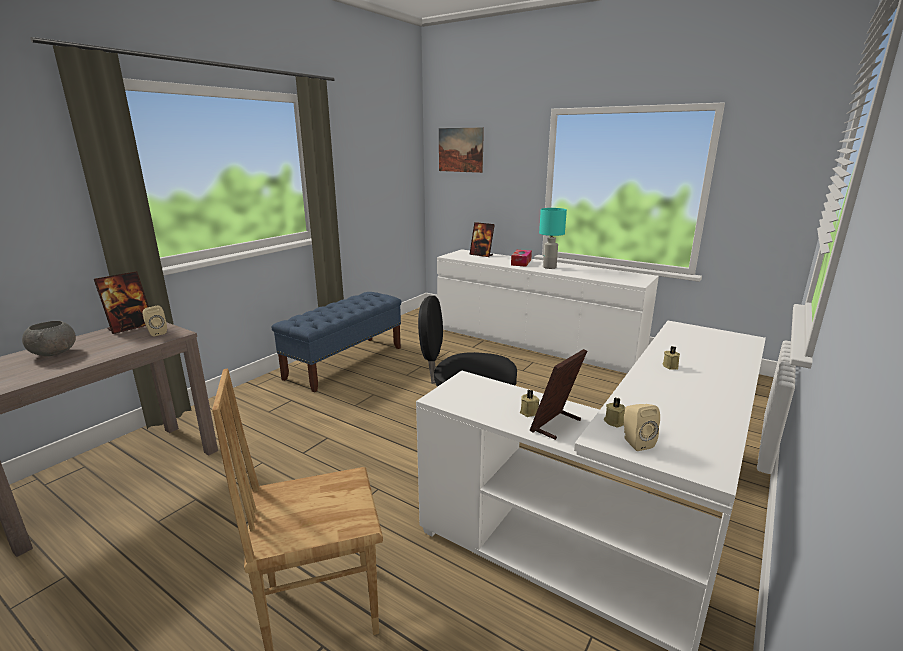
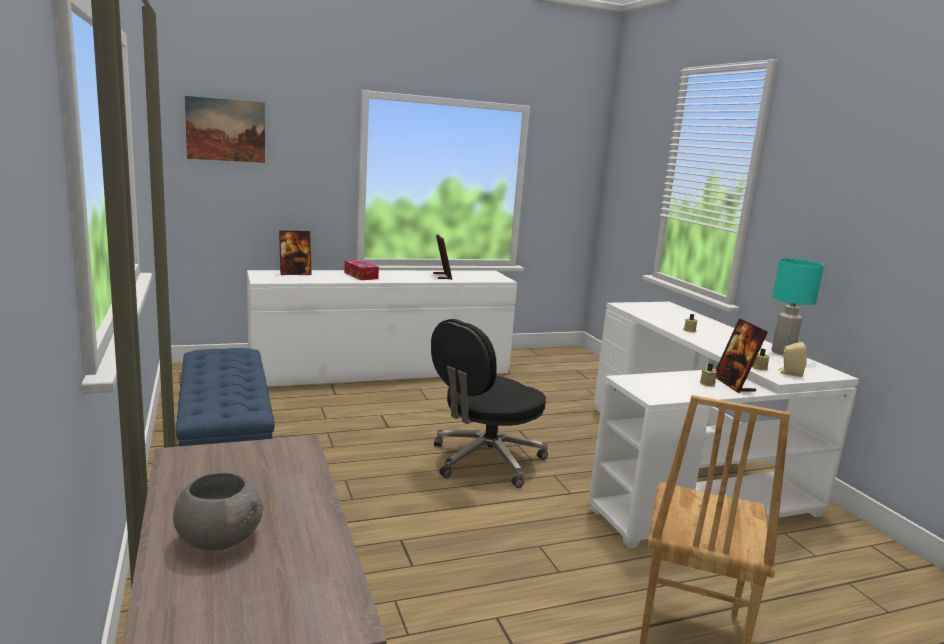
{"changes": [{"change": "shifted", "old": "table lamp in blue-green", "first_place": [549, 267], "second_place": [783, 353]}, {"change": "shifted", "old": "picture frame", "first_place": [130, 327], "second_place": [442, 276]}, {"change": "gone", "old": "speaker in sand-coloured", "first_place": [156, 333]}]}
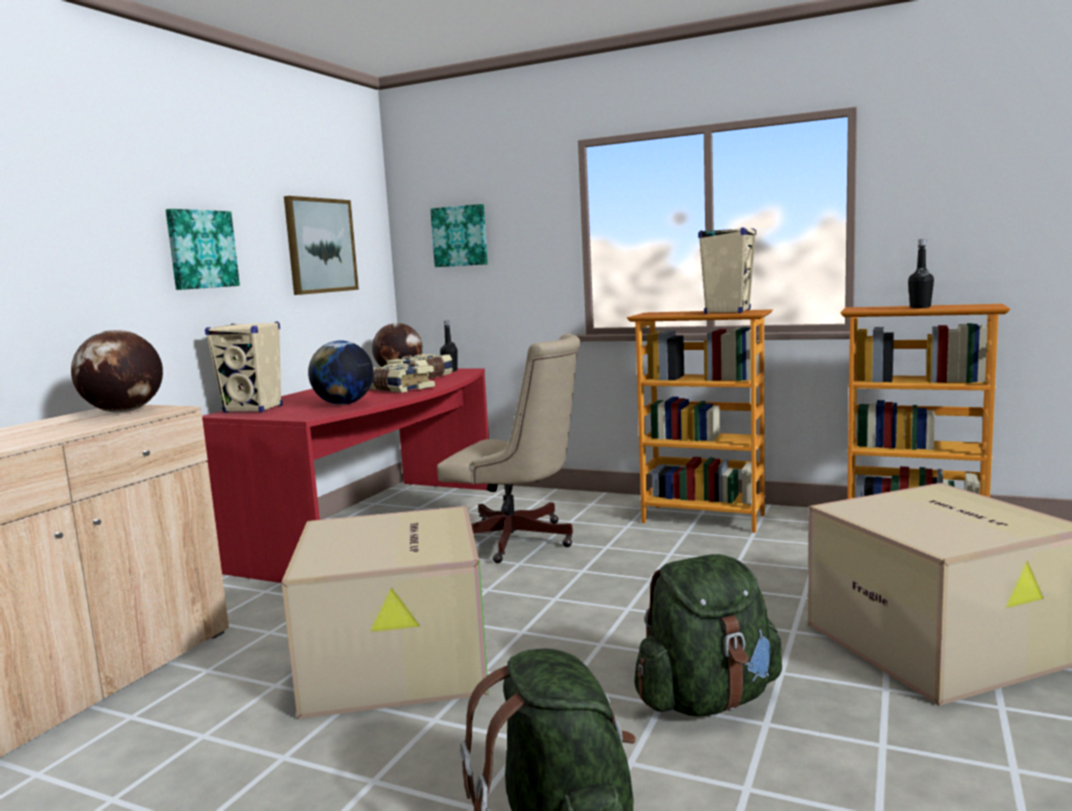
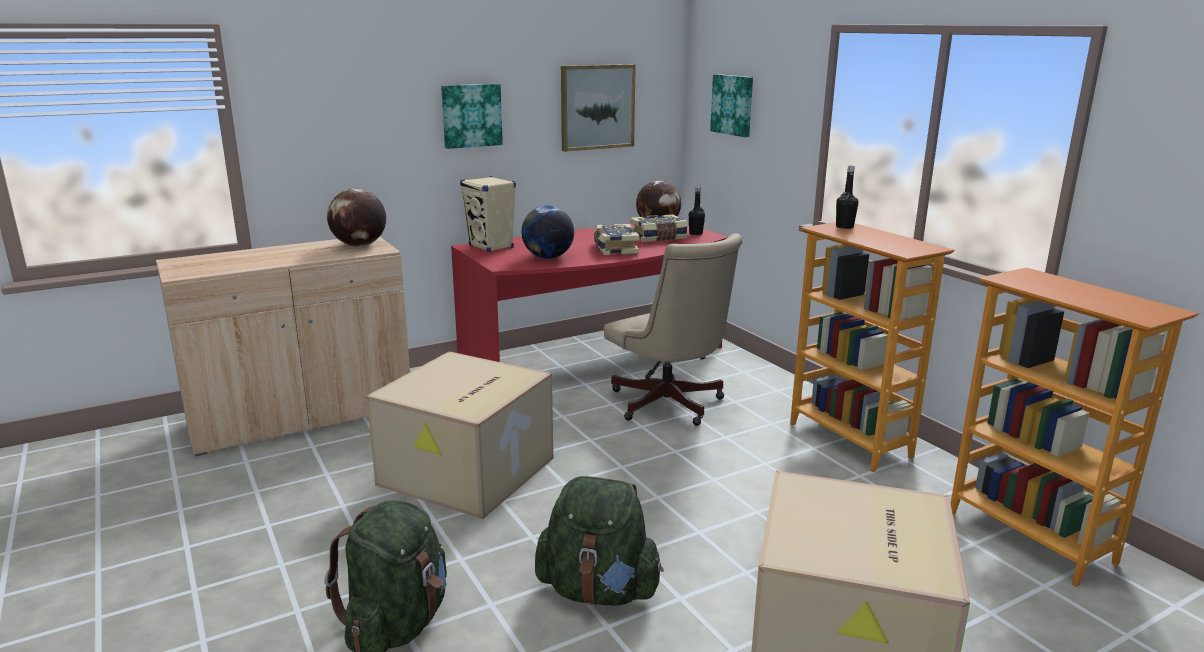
{"changes": [{"change": "gone", "old": "speaker in sand-coloured", "first_place": [727, 312]}, {"change": "shifted", "old": "beverage bottle in black", "first_place": [920, 307], "second_place": [844, 227]}]}
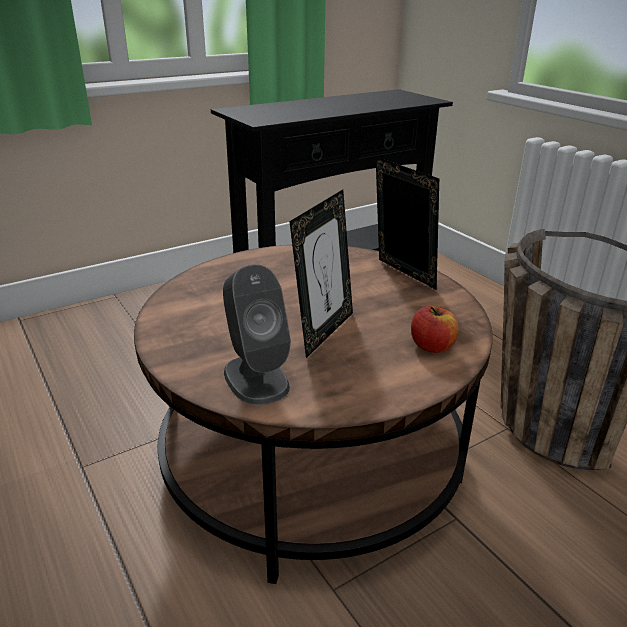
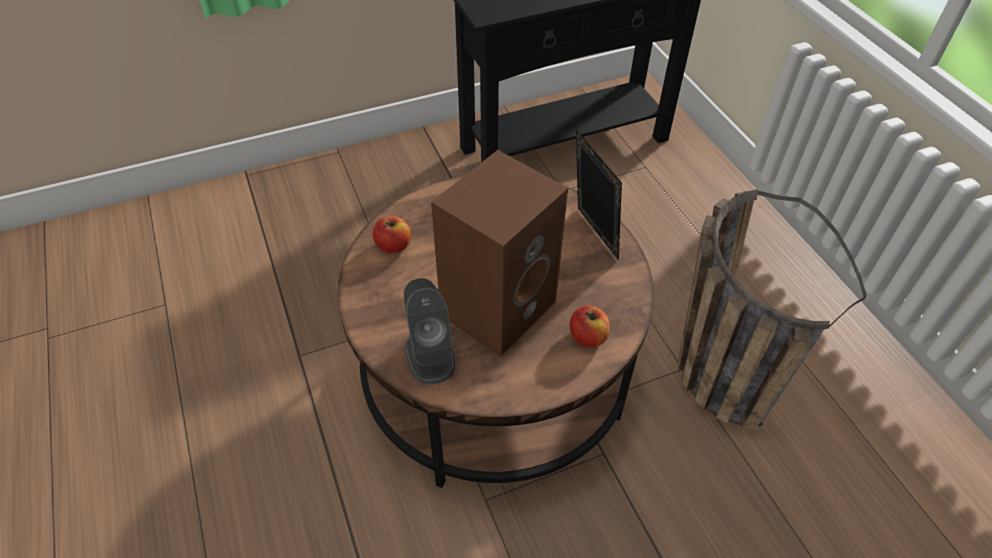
{"changes": [{"change": "swapped", "old": "picture frame", "new": "speaker in brown", "first_place": [323, 331], "second_place": [498, 305]}, {"change": "new", "new": "apple fruit", "second_place": [393, 245]}]}
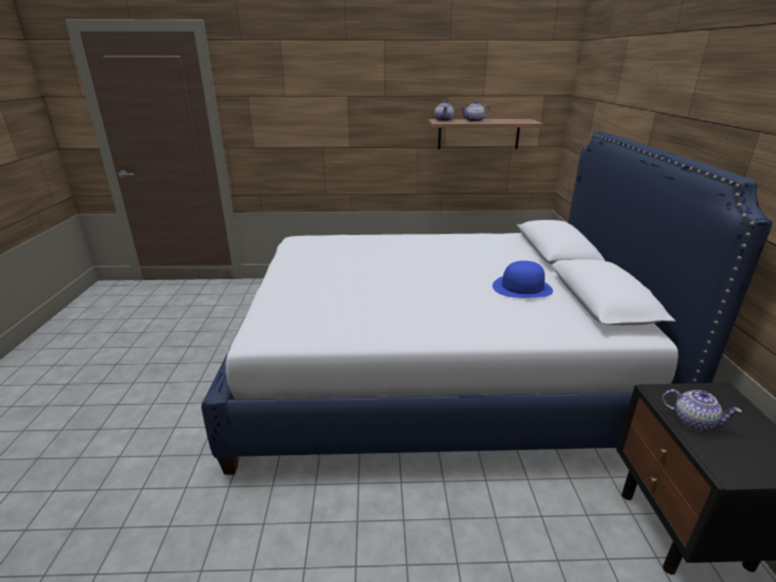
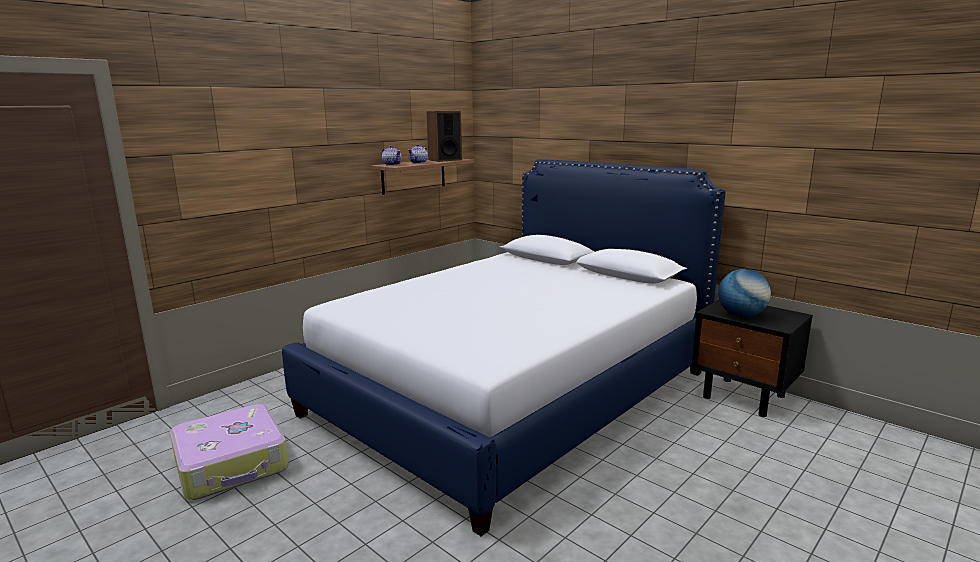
{"changes": [{"change": "gone", "old": "hat in blue", "first_place": [522, 287]}, {"change": "swapped", "old": "pot for tea", "new": "desk globe", "first_place": [693, 421], "second_place": [741, 316]}, {"change": "new", "new": "speaker", "second_place": [445, 160]}, {"change": "new", "new": "suitcase", "second_place": [232, 464]}]}
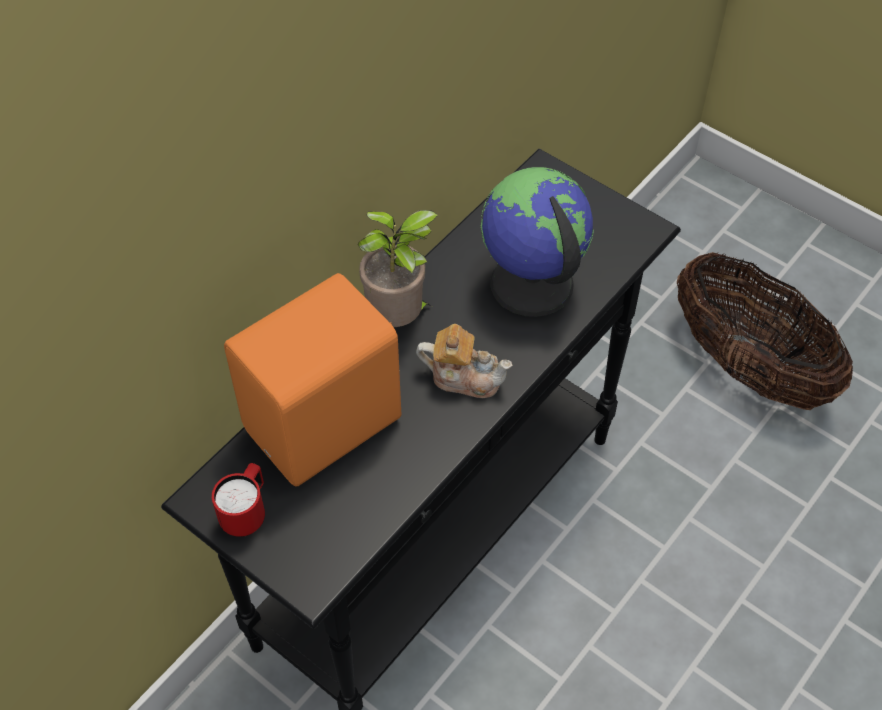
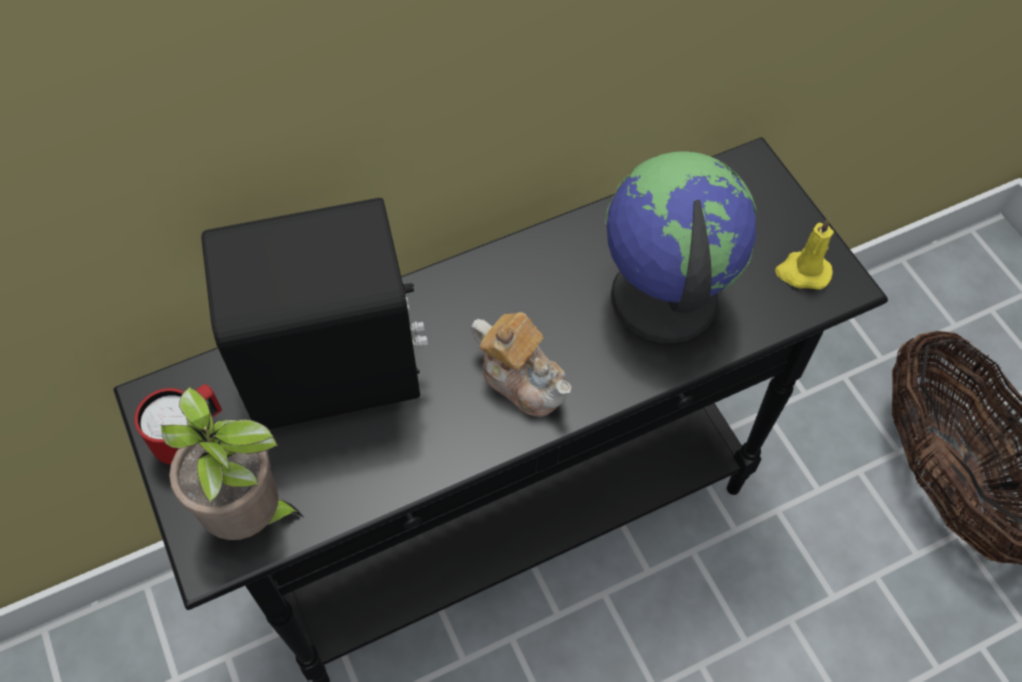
{"changes": [{"change": "shifted", "old": "potted plant", "first_place": [399, 319], "second_place": [252, 516]}, {"change": "repainted", "old": "speaker in orange", "new": "speaker in black", "first_place": [327, 426], "second_place": [336, 373]}, {"change": "new", "new": "wax candle in yellow-coloured", "second_place": [802, 272]}]}
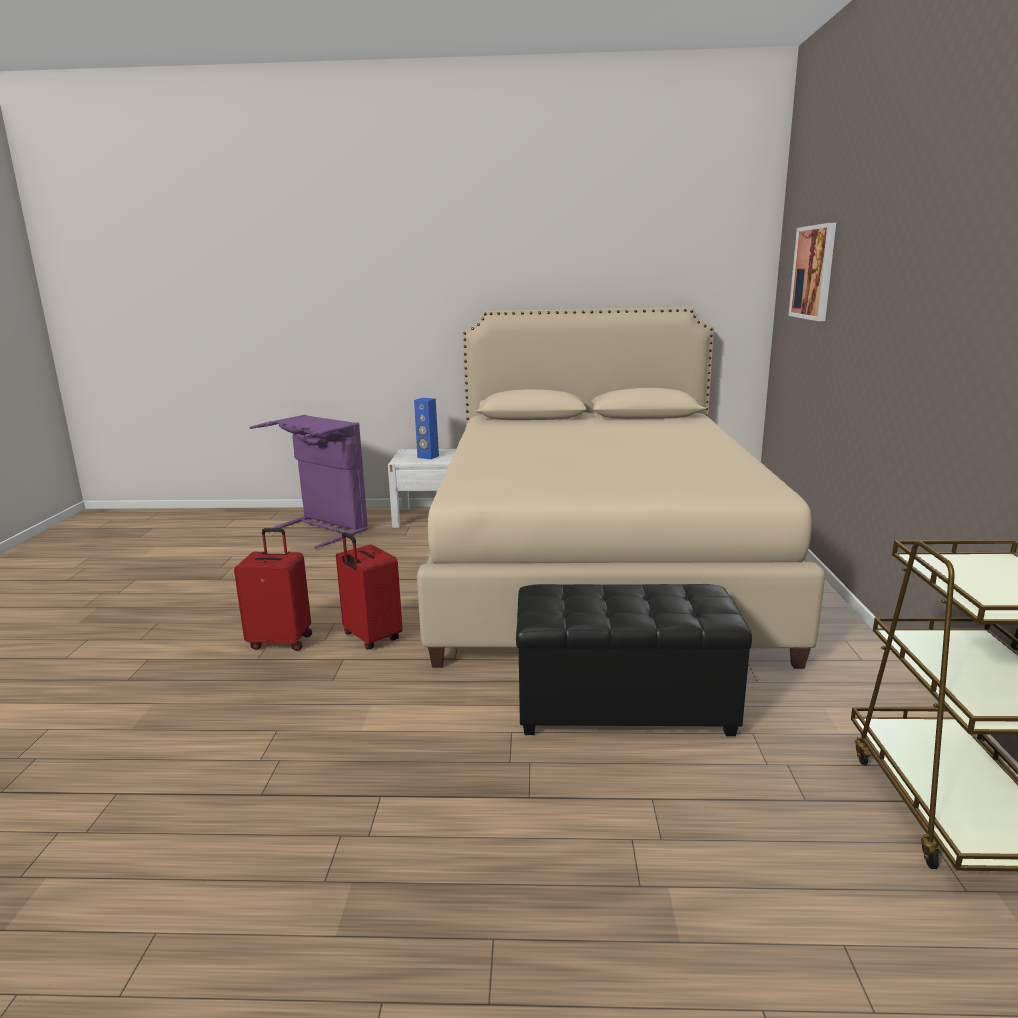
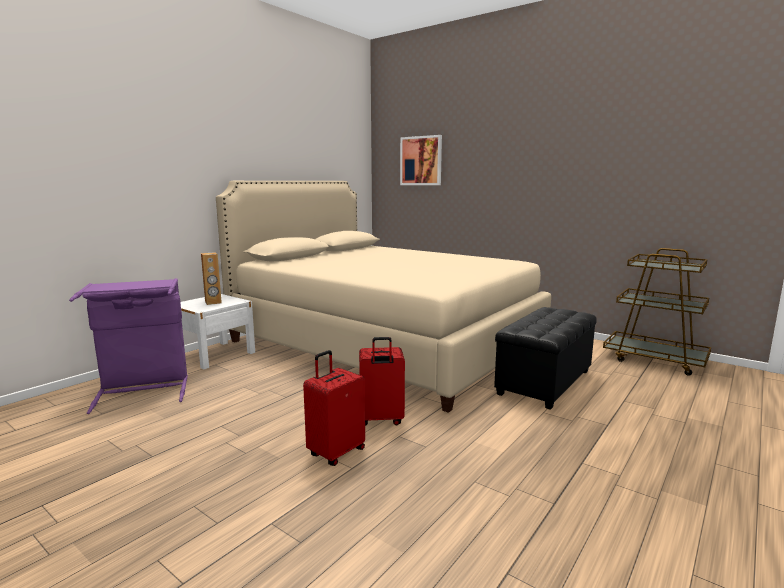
{"changes": [{"change": "repainted", "old": "speaker in blue", "new": "speaker in brown", "first_place": [428, 457], "second_place": [213, 302]}]}
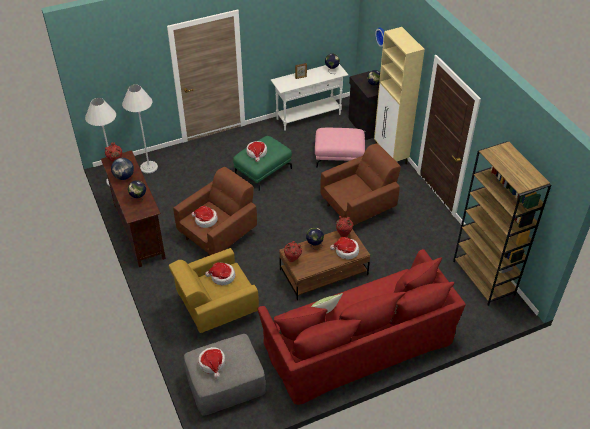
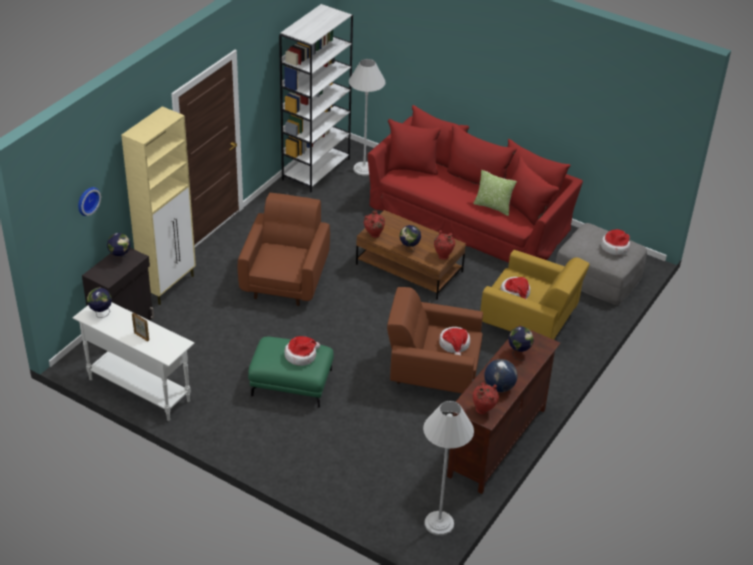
{"changes": [{"change": "shifted", "old": "standing lamp in whitish", "first_place": [149, 167], "second_place": [364, 169]}, {"change": "gone", "old": "footrest in pink-coloured", "first_place": [339, 156]}, {"change": "repainted", "old": "bookcase in brown", "new": "bookcase in whitish", "first_place": [484, 278], "second_place": [316, 169]}, {"change": "rotated", "old": "lounge chair in brown", "first_place": [359, 206], "second_place": [286, 279], "degrees": 75}, {"change": "gone", "old": "hat", "first_place": [346, 251]}]}
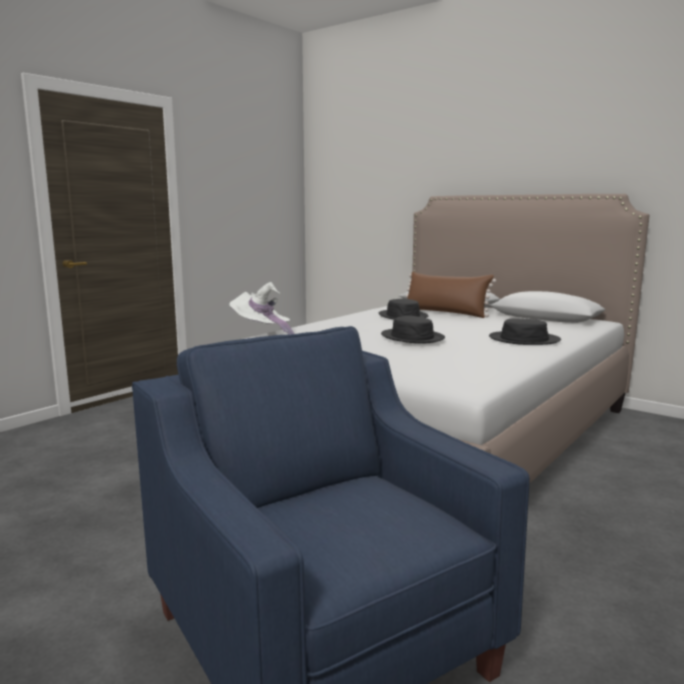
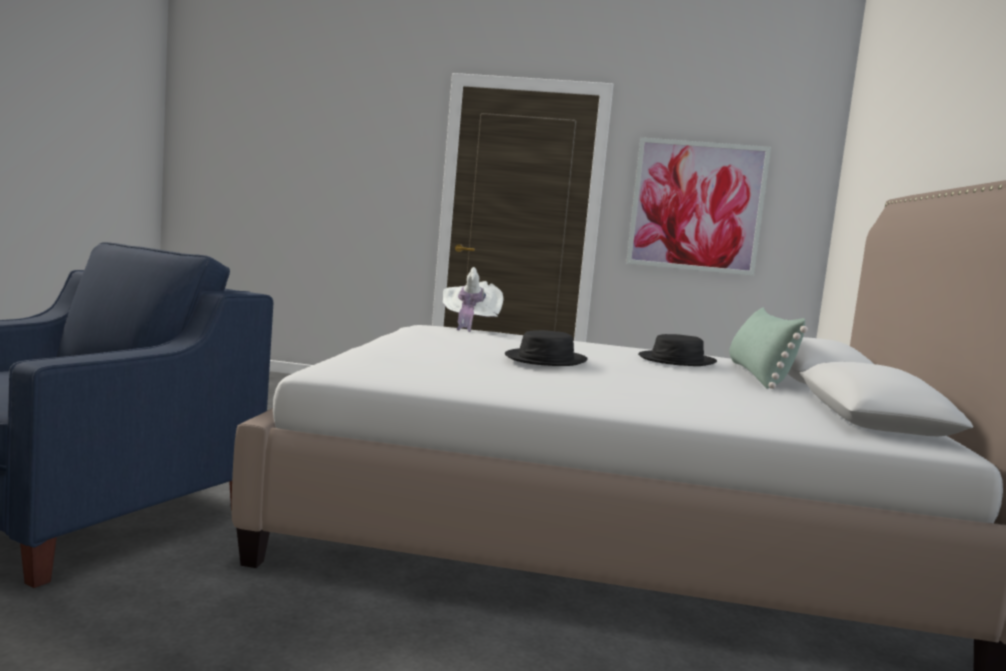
{"changes": [{"change": "repainted", "old": "cushion in brown", "new": "cushion in greenish", "first_place": [445, 313], "second_place": [758, 376]}, {"change": "gone", "old": "hat in black", "first_place": [524, 339]}, {"change": "new", "new": "wall art", "second_place": [696, 206]}]}
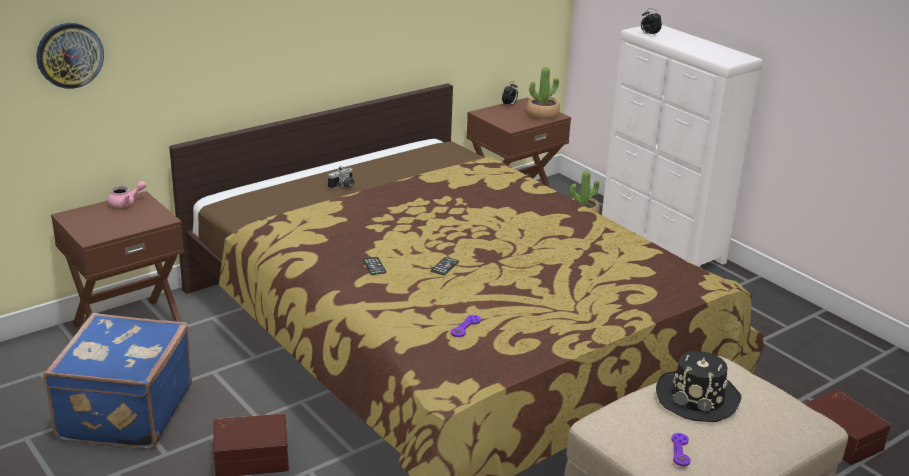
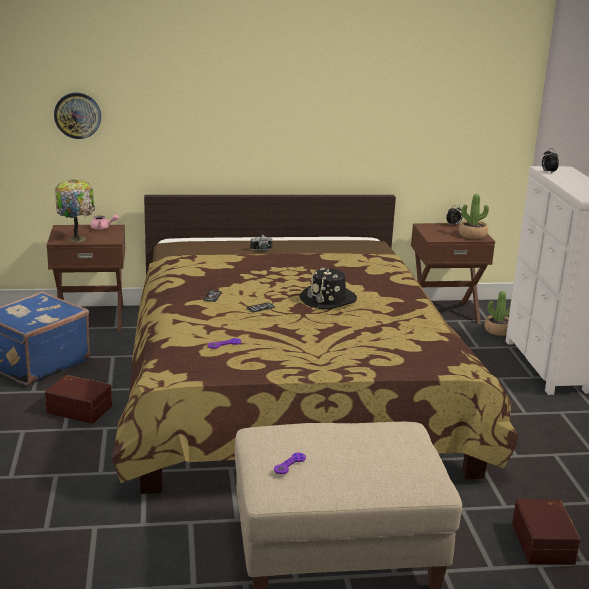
{"changes": [{"change": "shifted", "old": "hat in black", "first_place": [698, 397], "second_place": [328, 299]}, {"change": "new", "new": "table lamp", "second_place": [77, 238]}]}
